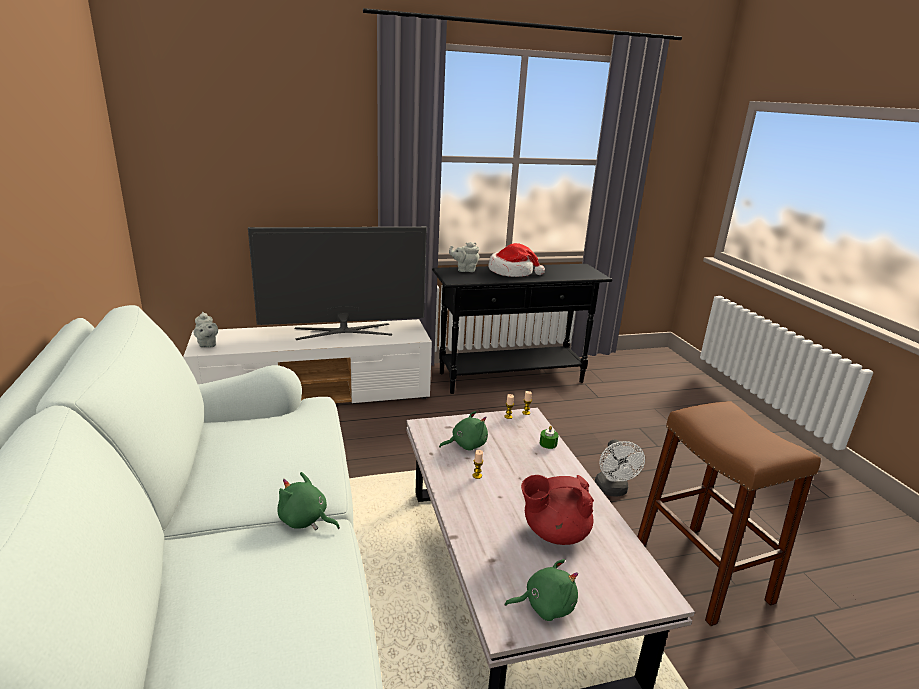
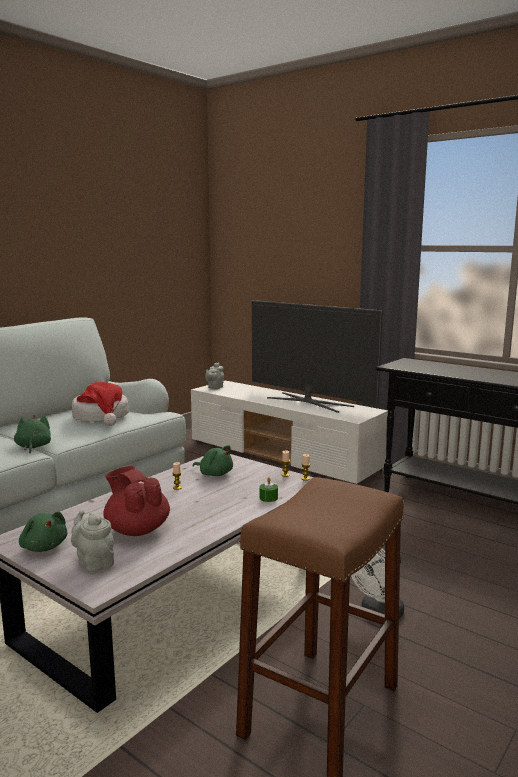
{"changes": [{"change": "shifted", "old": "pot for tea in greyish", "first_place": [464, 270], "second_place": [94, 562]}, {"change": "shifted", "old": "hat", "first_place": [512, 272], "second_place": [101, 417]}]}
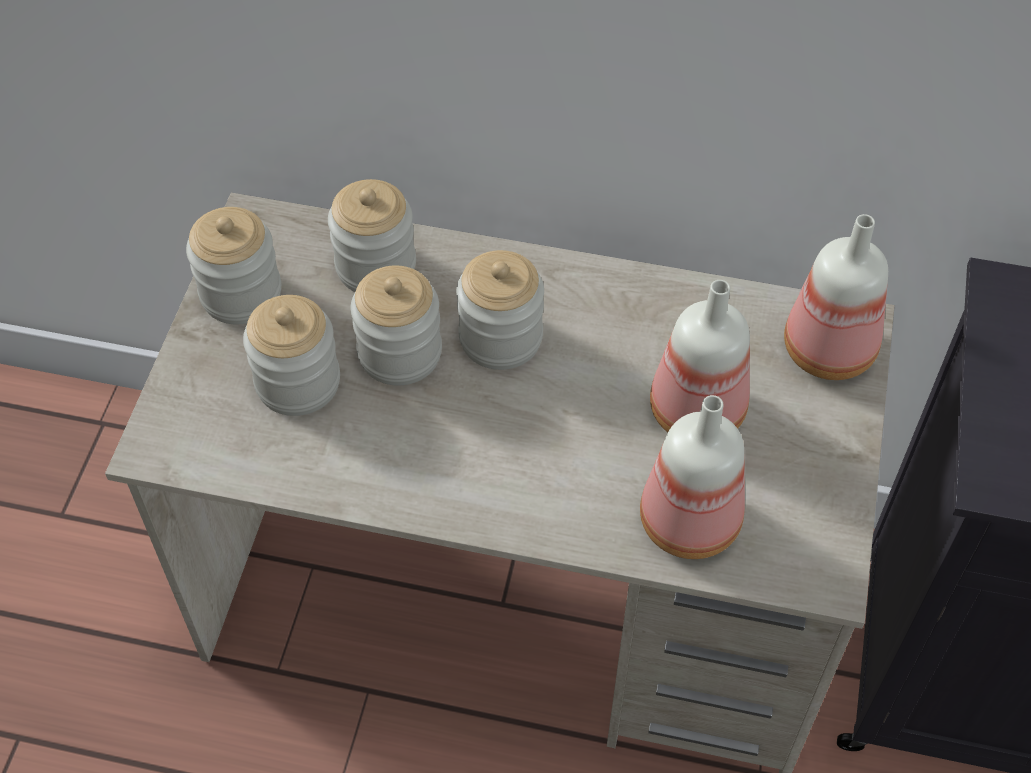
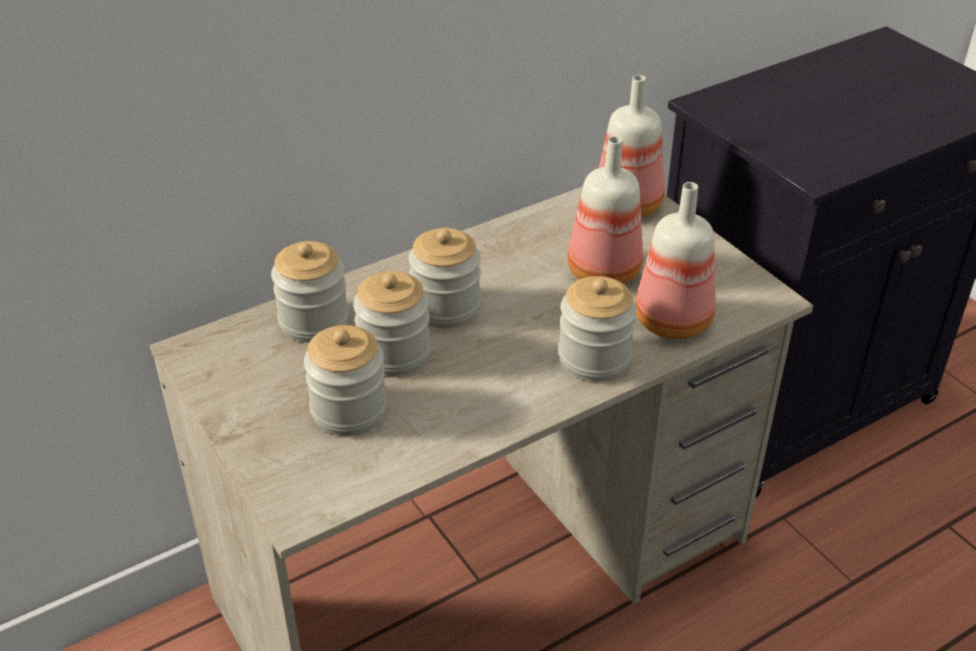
{"changes": [{"change": "shifted", "old": "storage jar", "first_place": [241, 294], "second_place": [594, 358]}]}
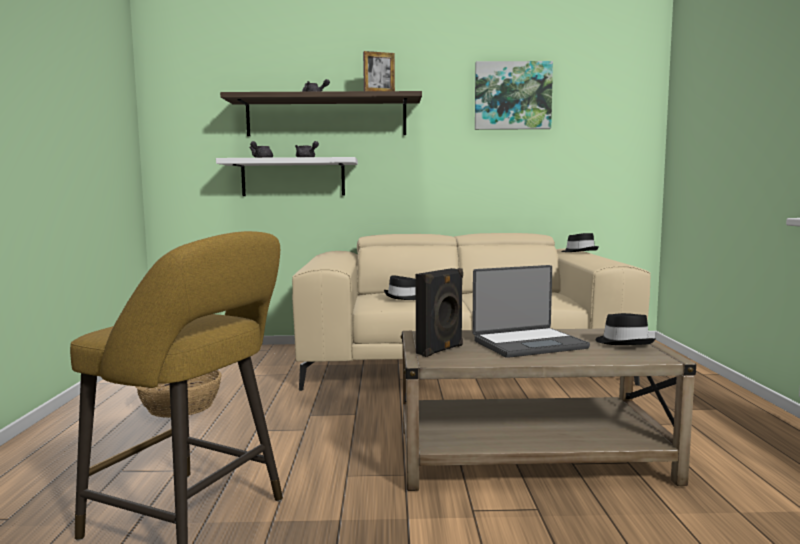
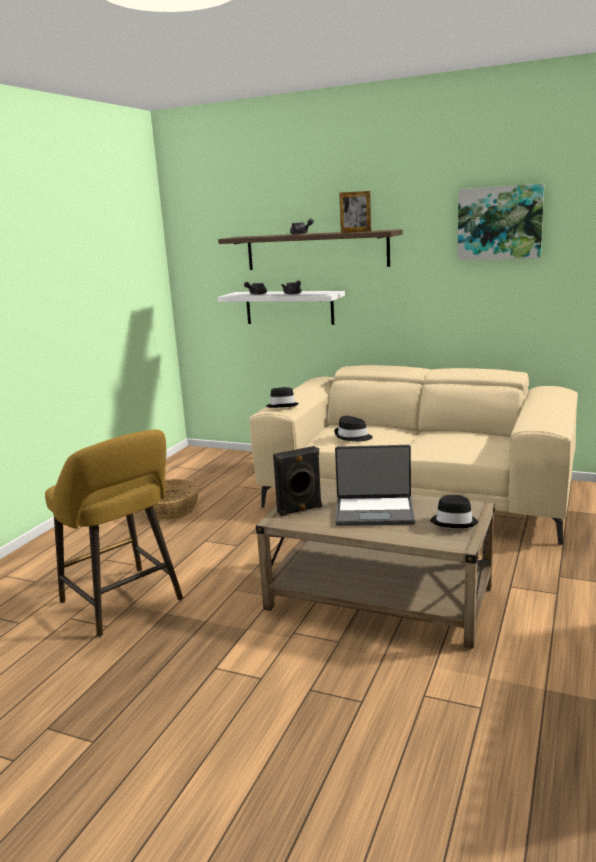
{"changes": [{"change": "shifted", "old": "hat in black", "first_place": [579, 251], "second_place": [282, 405]}]}
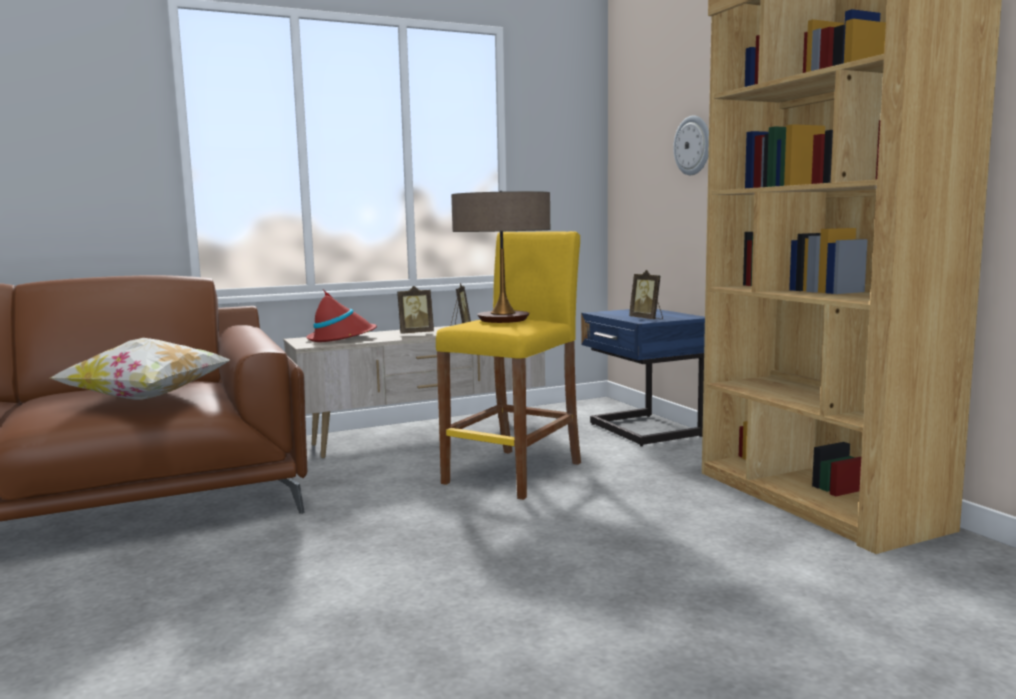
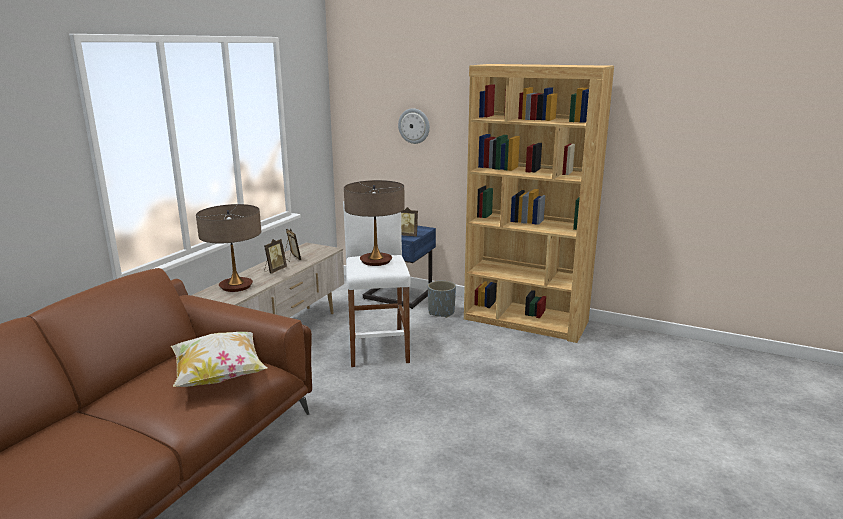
{"changes": [{"change": "repainted", "old": "stool in yellow-coloured", "new": "stool in whitish", "first_place": [514, 473], "second_place": [378, 347]}, {"change": "swapped", "old": "hat in red-coloured", "new": "table lamp", "first_place": [341, 338], "second_place": [236, 286]}, {"change": "new", "new": "planter in greyish", "second_place": [441, 312]}]}
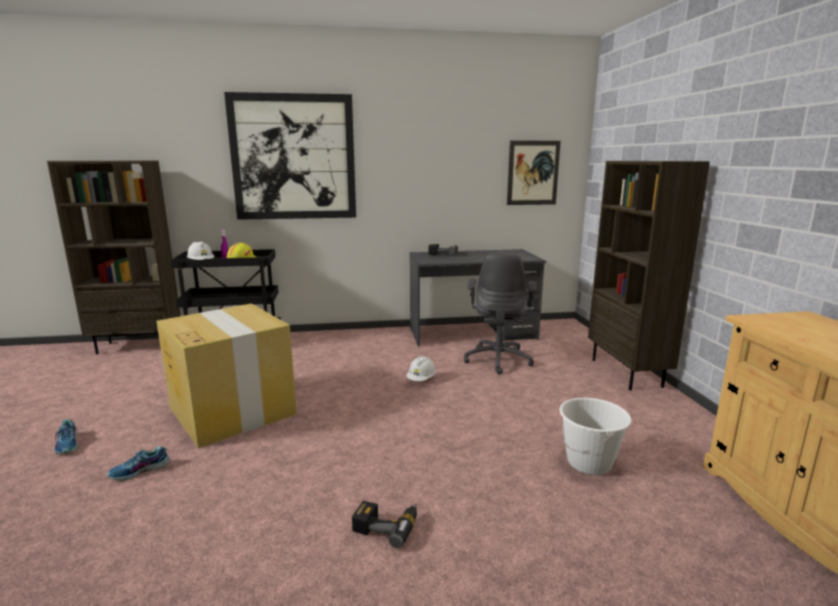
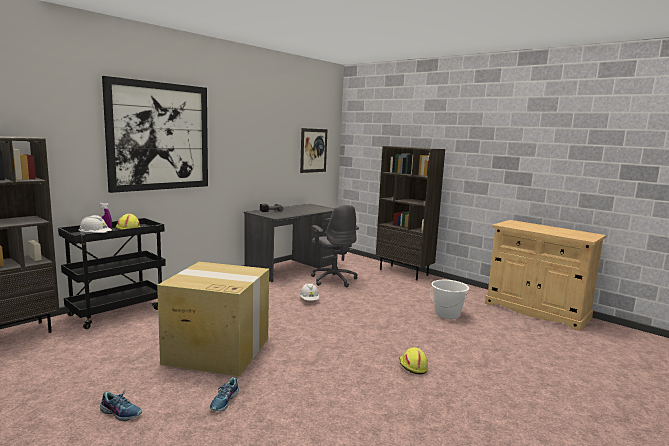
{"changes": [{"change": "swapped", "old": "drill", "new": "work helmet in yellow-coloured", "first_place": [387, 525], "second_place": [412, 366]}]}
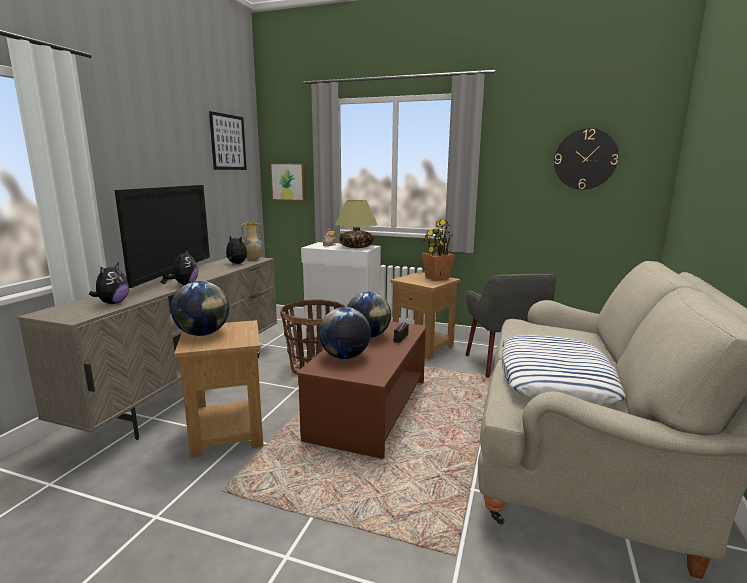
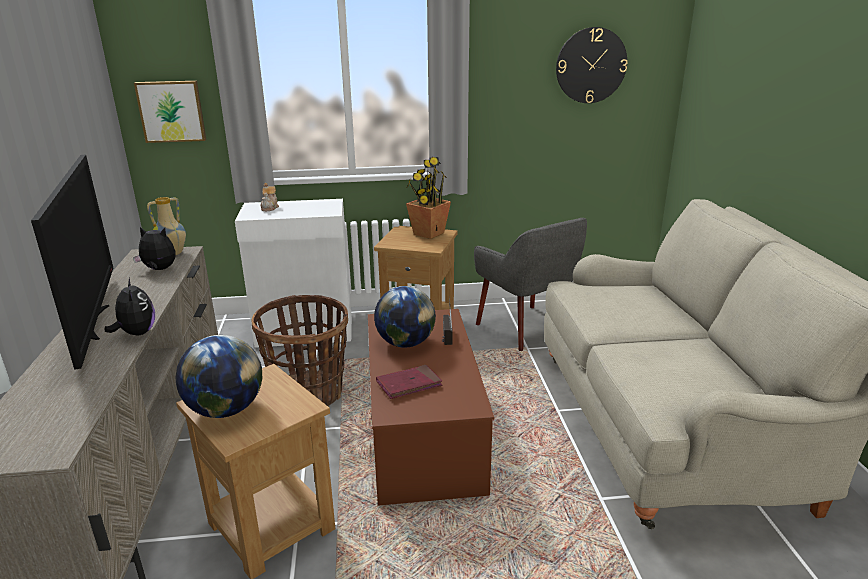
{"changes": [{"change": "gone", "old": "wall art", "first_place": [228, 142]}, {"change": "gone", "old": "table lamp", "first_place": [356, 247]}, {"change": "gone", "old": "cuddly toy", "first_place": [113, 303]}, {"change": "swapped", "old": "desk globe", "new": "volume in red-coloured", "first_place": [345, 357], "second_place": [409, 384]}, {"change": "gone", "old": "cushion", "first_place": [555, 378]}]}
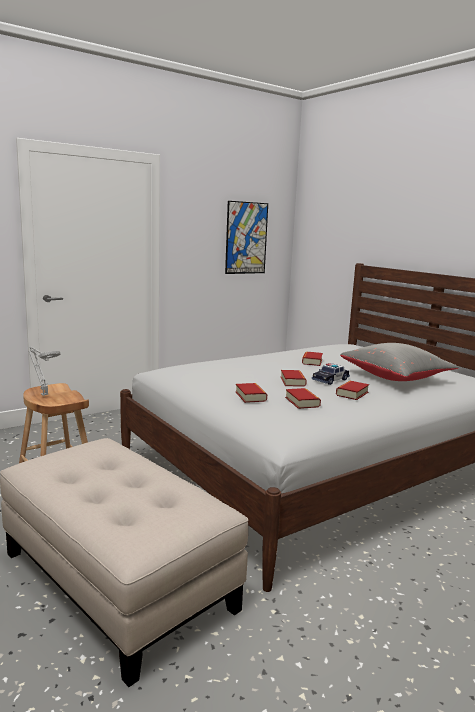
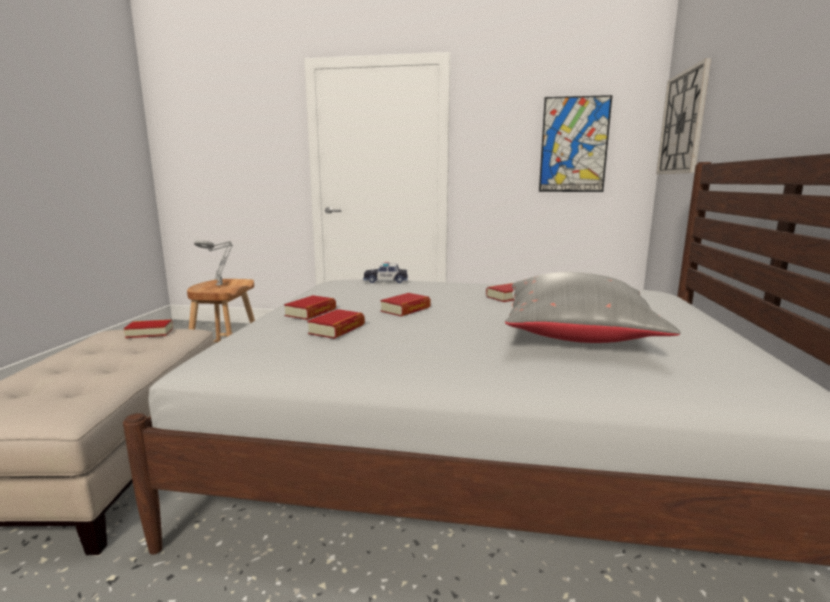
{"changes": [{"change": "shifted", "old": "miniature car", "first_place": [330, 380], "second_place": [386, 281]}, {"change": "shifted", "old": "volume", "first_place": [352, 393], "second_place": [150, 333]}, {"change": "new", "new": "hanging clock", "second_place": [682, 123]}]}
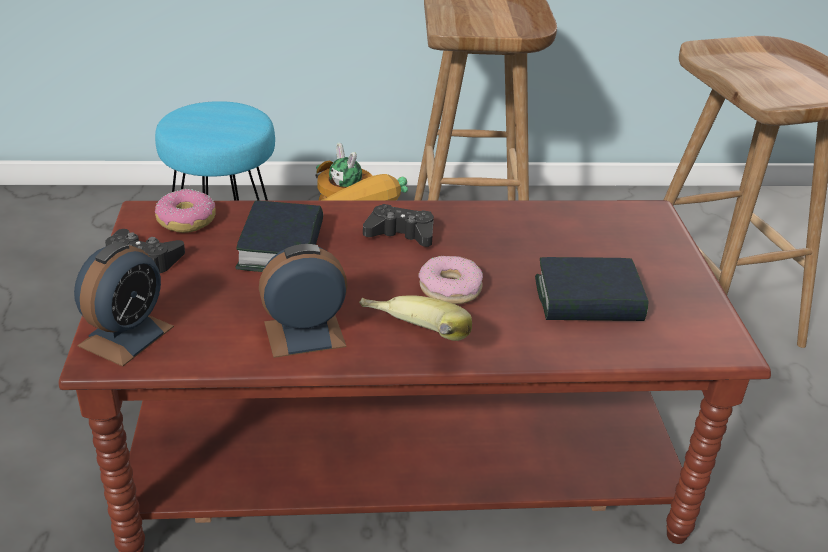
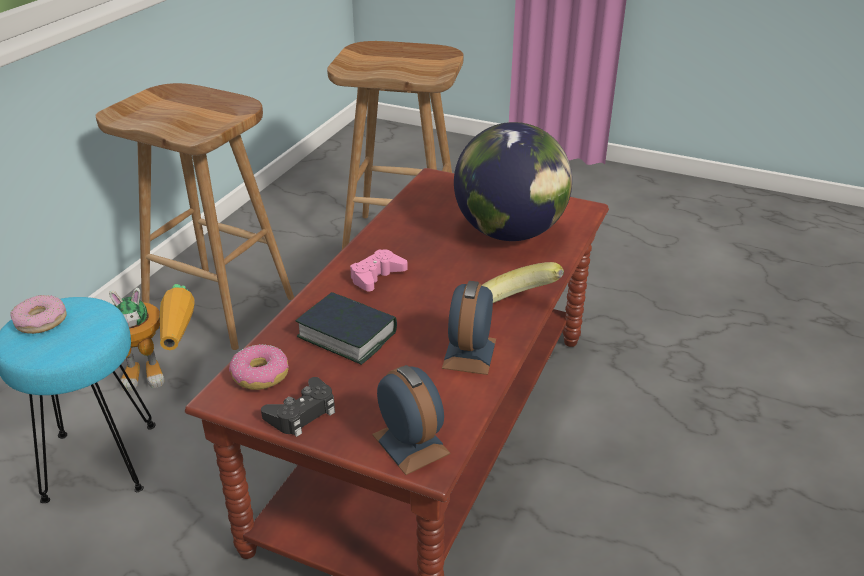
{"changes": [{"change": "repainted", "old": "gamepad in black", "new": "gamepad in pink-coloured", "first_place": [401, 234], "second_place": [377, 276]}, {"change": "shifted", "old": "donut", "first_place": [450, 288], "second_place": [41, 321]}, {"change": "swapped", "old": "volume", "new": "desk globe", "first_place": [588, 300], "second_place": [510, 233]}]}
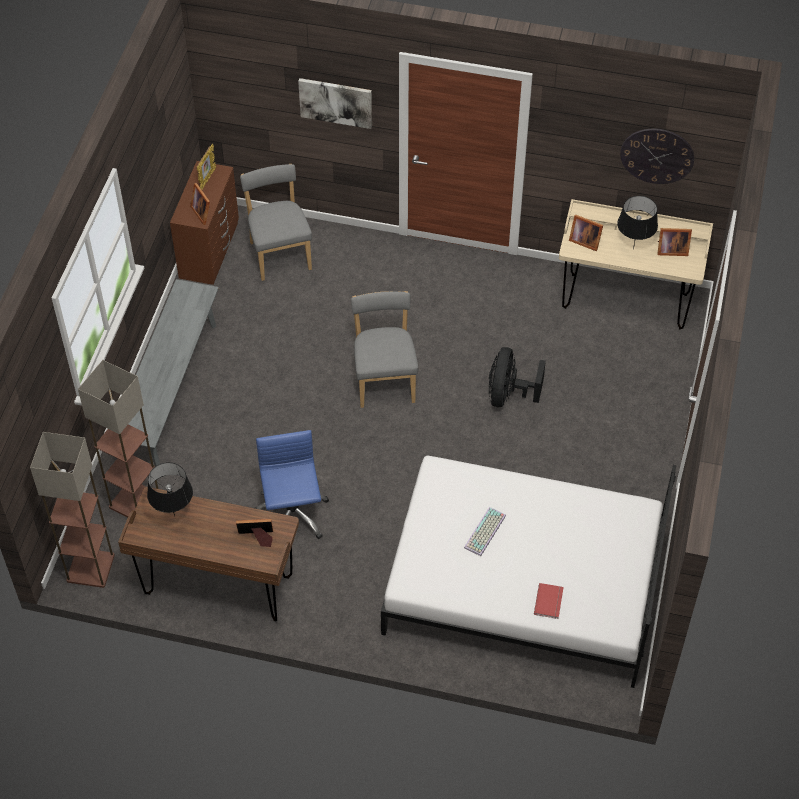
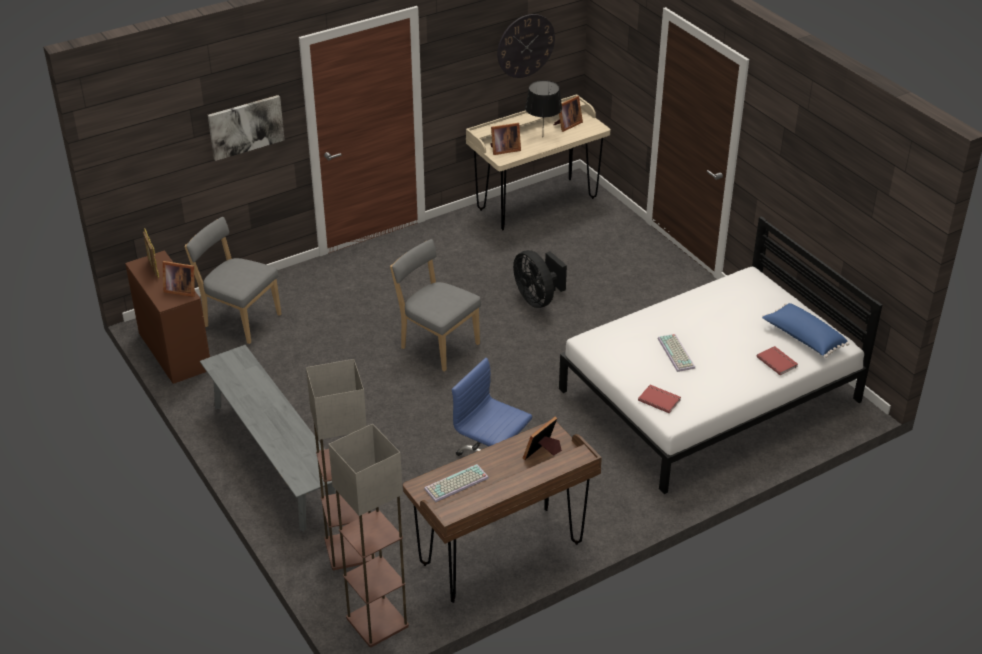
{"changes": [{"change": "swapped", "old": "table lamp in black", "new": "computer keyboard", "first_place": [174, 516], "second_place": [456, 484]}, {"change": "new", "new": "cushion in blue", "second_place": [803, 338]}, {"change": "new", "new": "volume in red-coloured", "second_place": [659, 399]}]}
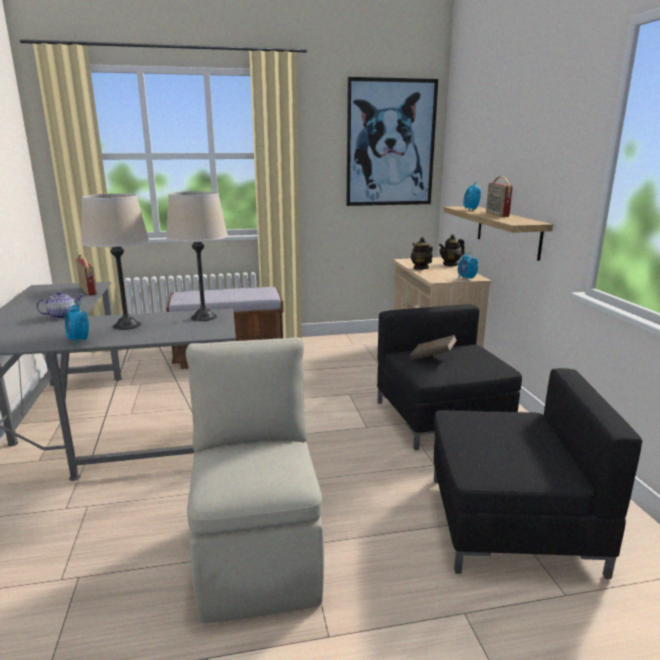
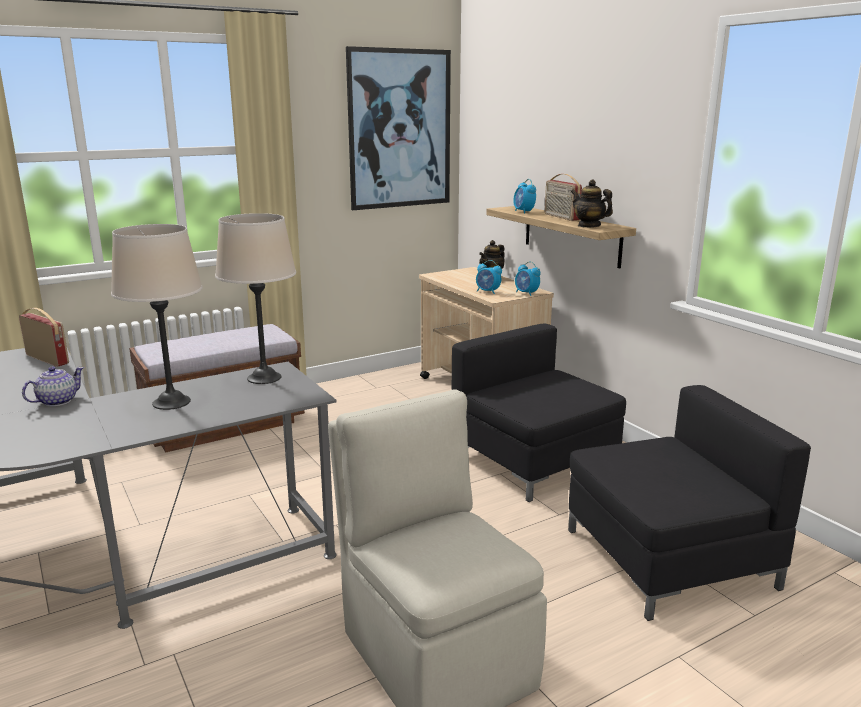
{"changes": [{"change": "shifted", "old": "pot for tea", "first_place": [420, 268], "second_place": [589, 226]}, {"change": "shifted", "old": "alarm clock", "first_place": [79, 340], "second_place": [488, 292]}, {"change": "gone", "old": "volume in brown", "first_place": [432, 357]}]}
